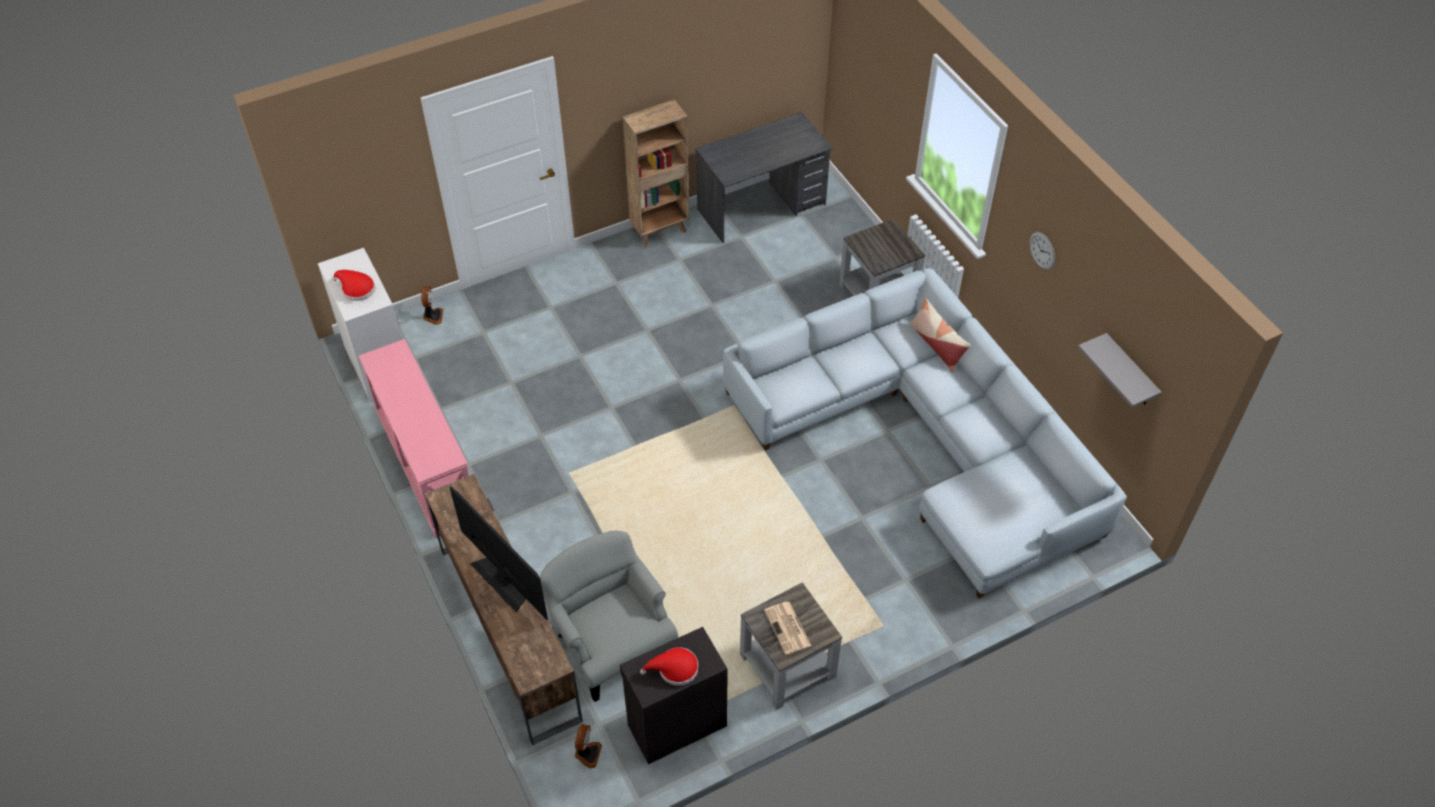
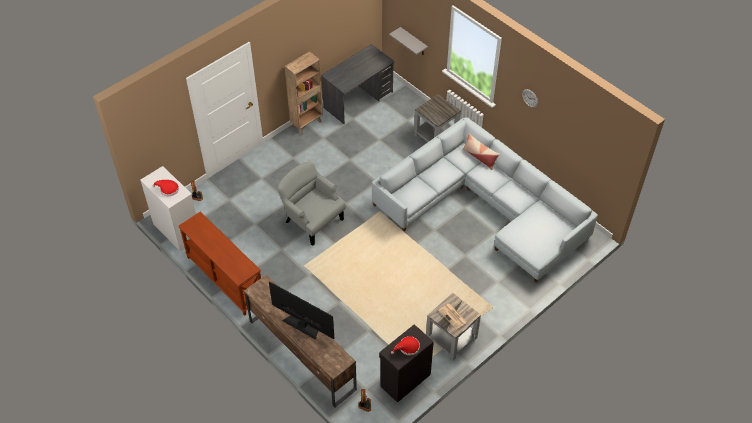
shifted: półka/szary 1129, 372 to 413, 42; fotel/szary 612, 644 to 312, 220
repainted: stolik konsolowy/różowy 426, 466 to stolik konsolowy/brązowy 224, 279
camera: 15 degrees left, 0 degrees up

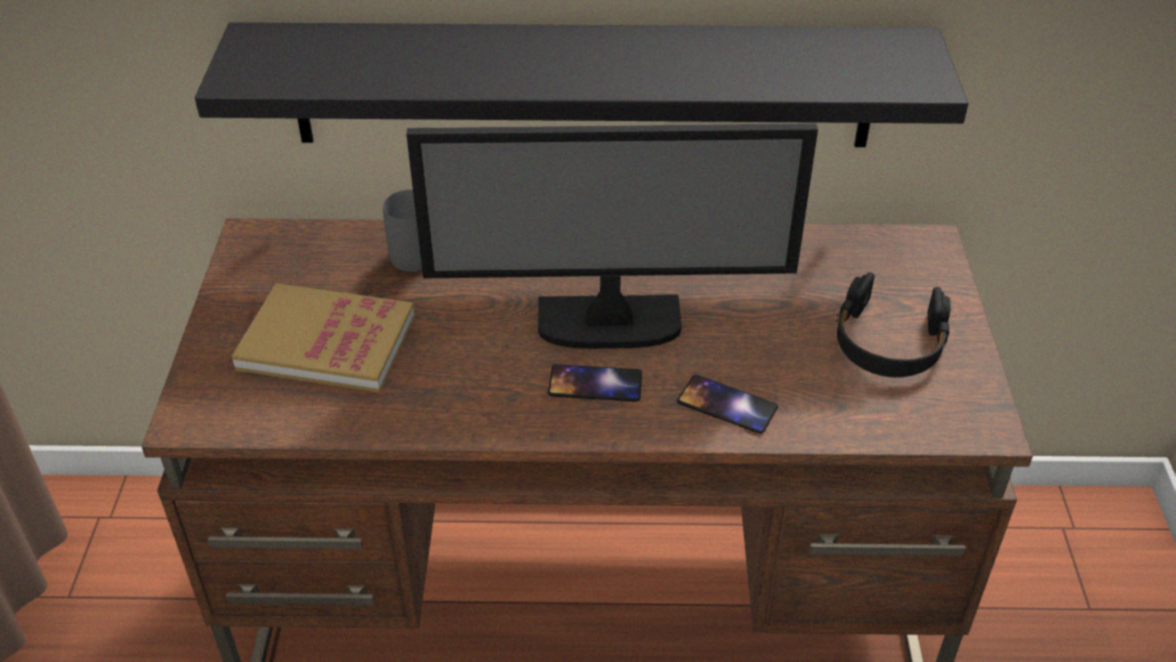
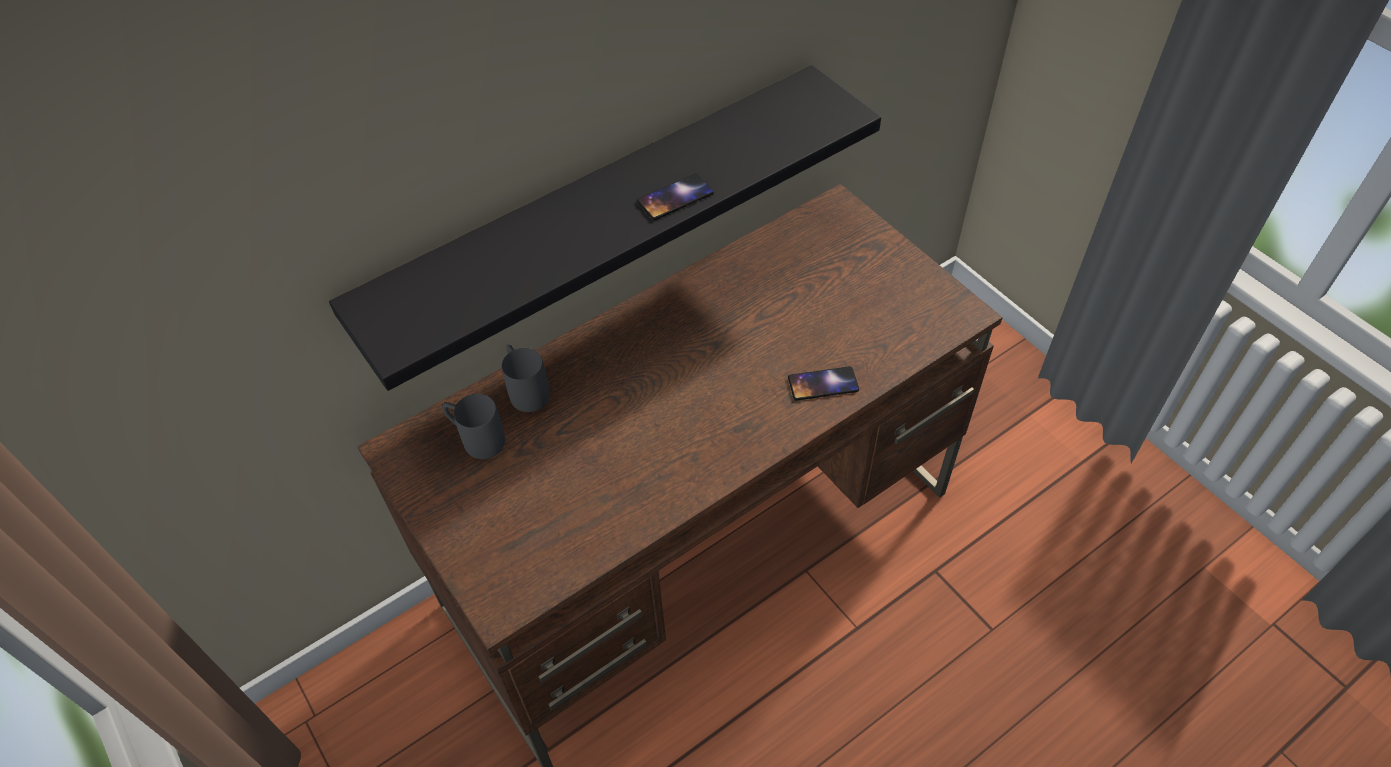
gone: monitor 609, 324; słuchawki/czarny 888, 341; książka 327, 342
new: kubek/szary 476, 439
shifted: telefon 595, 384 to 675, 197
camera: 35 degrees left, 10 degrees up

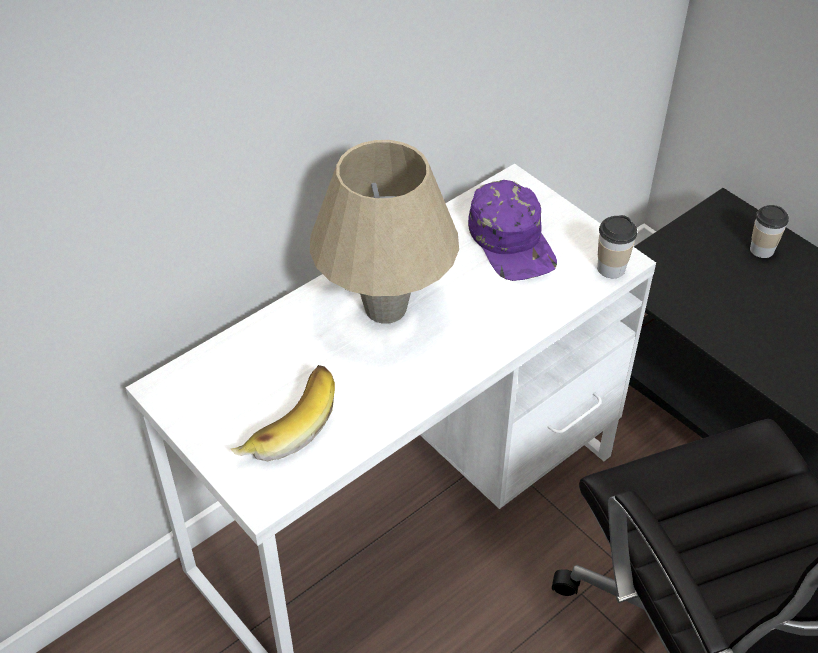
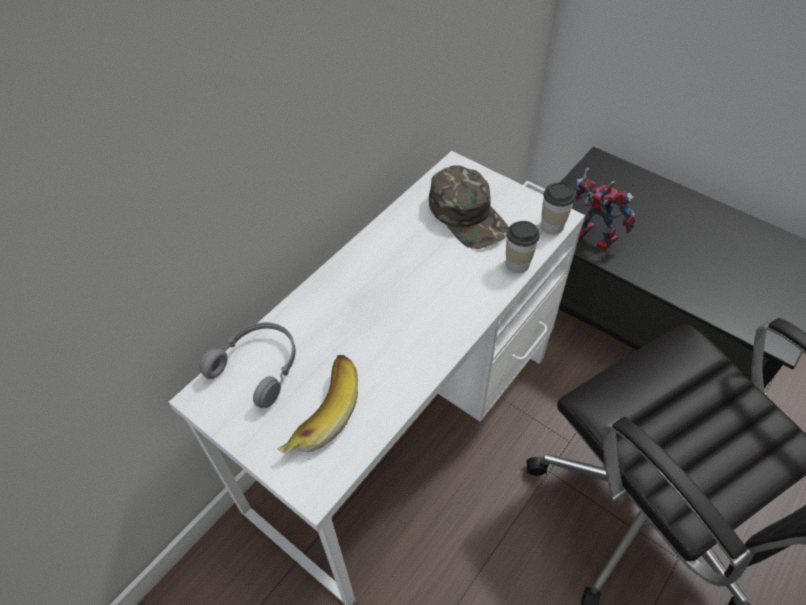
gone: lampa stołowa/beżowy 385, 308
new: robot zabawkowy 590, 236; słuchawki/szary 259, 366
shifted: filiżanka 762, 250 to 517, 264
repainted: czapka z daszkiem/fioletowy 512, 241 to czapka z daszkiem/zielony 468, 215
camera: 10 degrees left, 5 degrees up

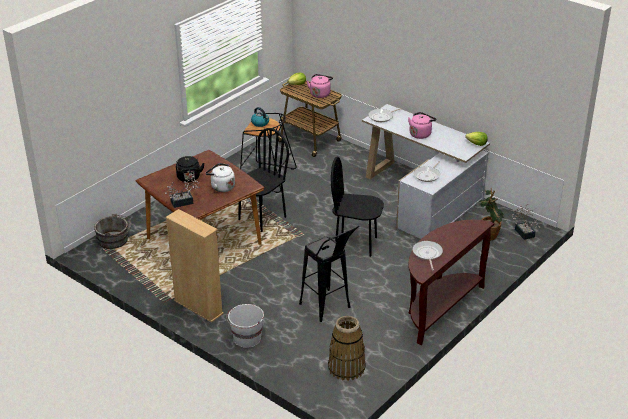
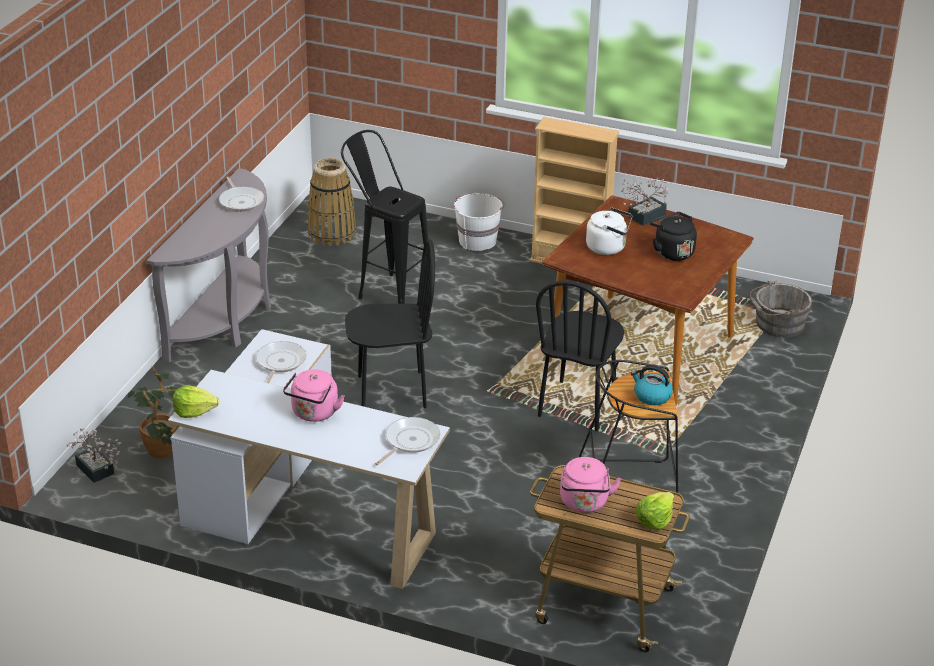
repainted: stolik konsolowy/brązowy 439, 308 to stolik konsolowy/szary 226, 320
camera: 160 degrees right, 0 degrees up

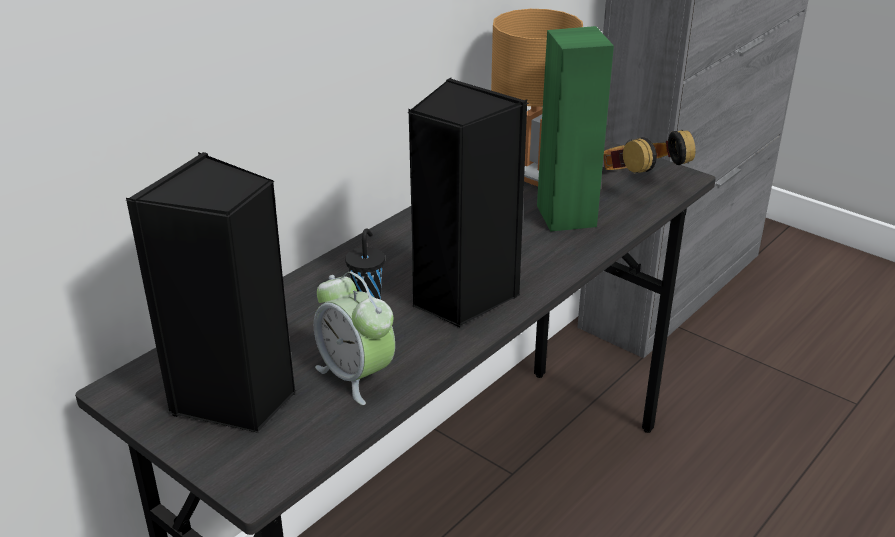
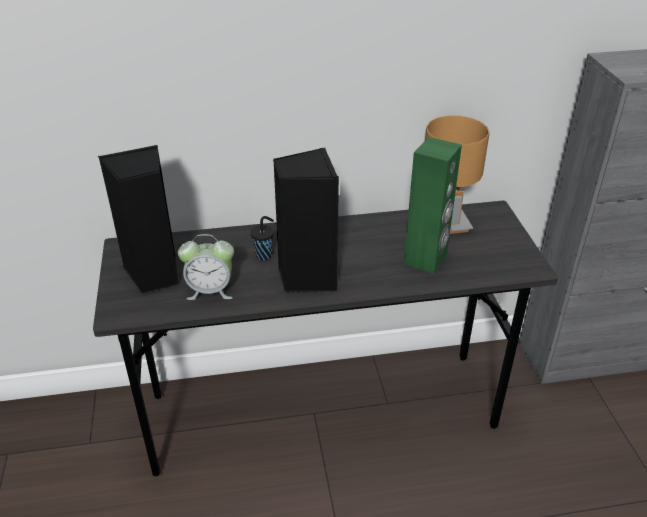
gone: słuchawki 639, 182
rotated: budzik 356, 376 = 210, 290 90 degrees counterclockwise
camera: 40 degrees right, 5 degrees up

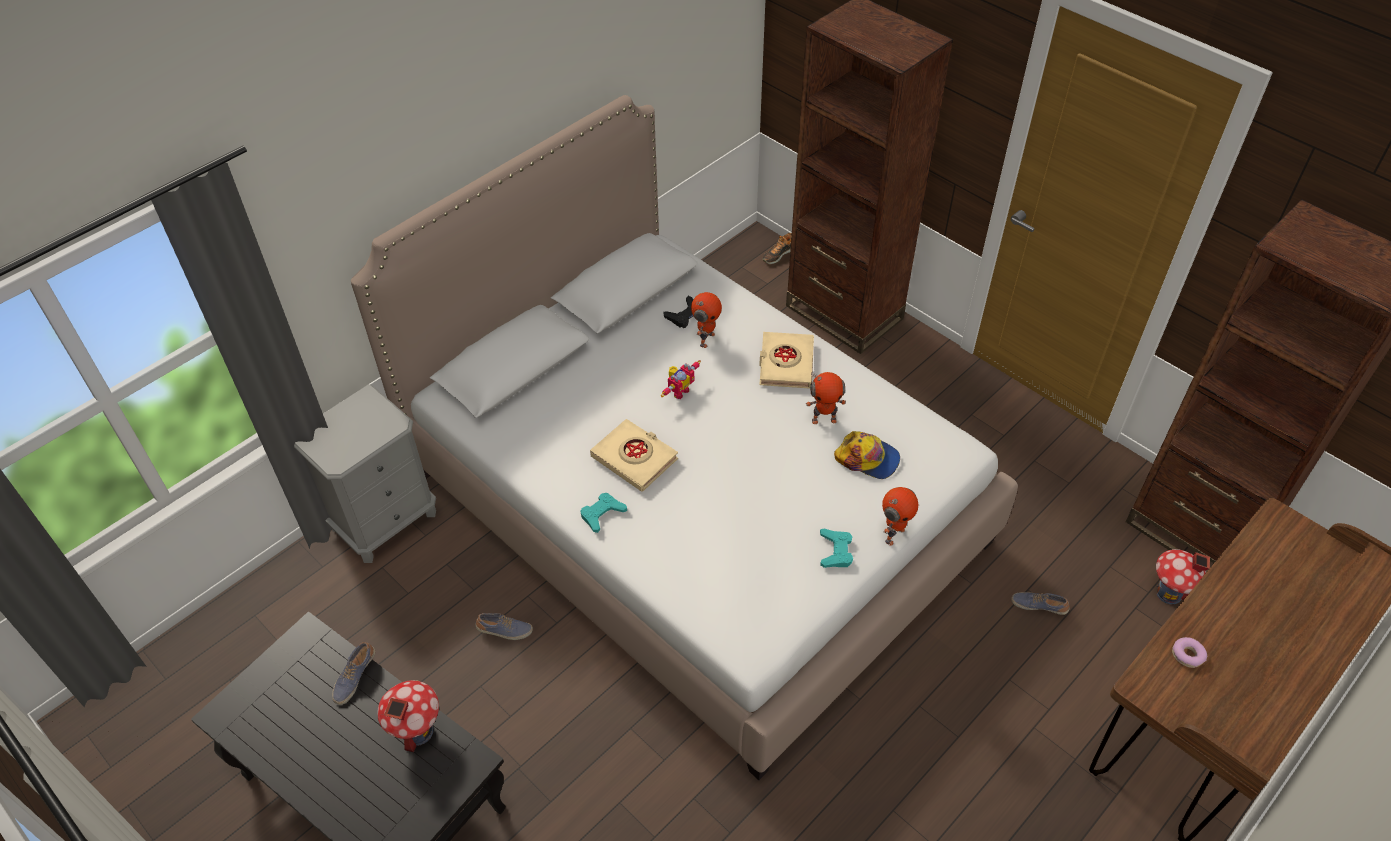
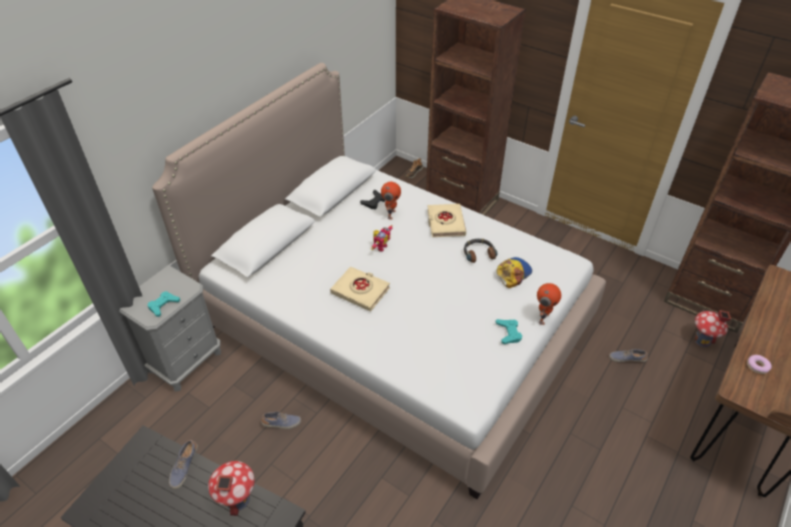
shifted: pad do gier/turkusowy 602, 514 to 163, 305
swapped: robot zabawkowy 824, 419 to słuchawki 478, 253
rotated: czapka z daszkiem 868, 458 = 513, 273 60 degrees counterclockwise
camera: 10 degrees left, 5 degrees down

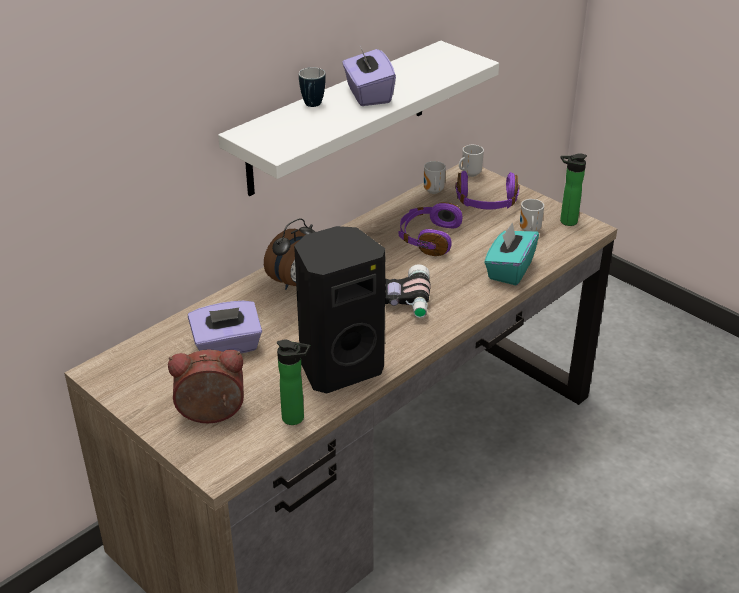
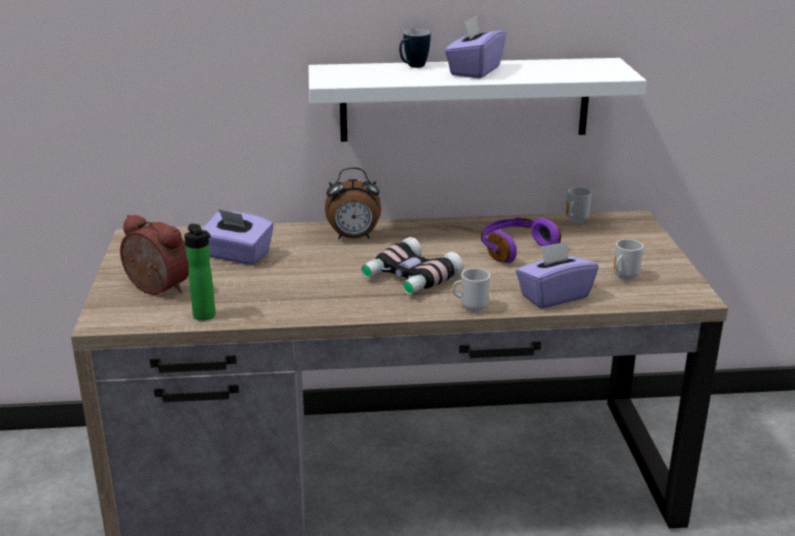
gone: butelka 566, 221; słuchawki/fioletowy 486, 203; głośnik/czarny 339, 367
shifted: kubek 469, 174 to 472, 307
repainted: pudełko chusteczek/turkusowy 509, 270 to pudełko chusteczek/fioletowy 554, 296
camera: 40 degrees right, 10 degrees down

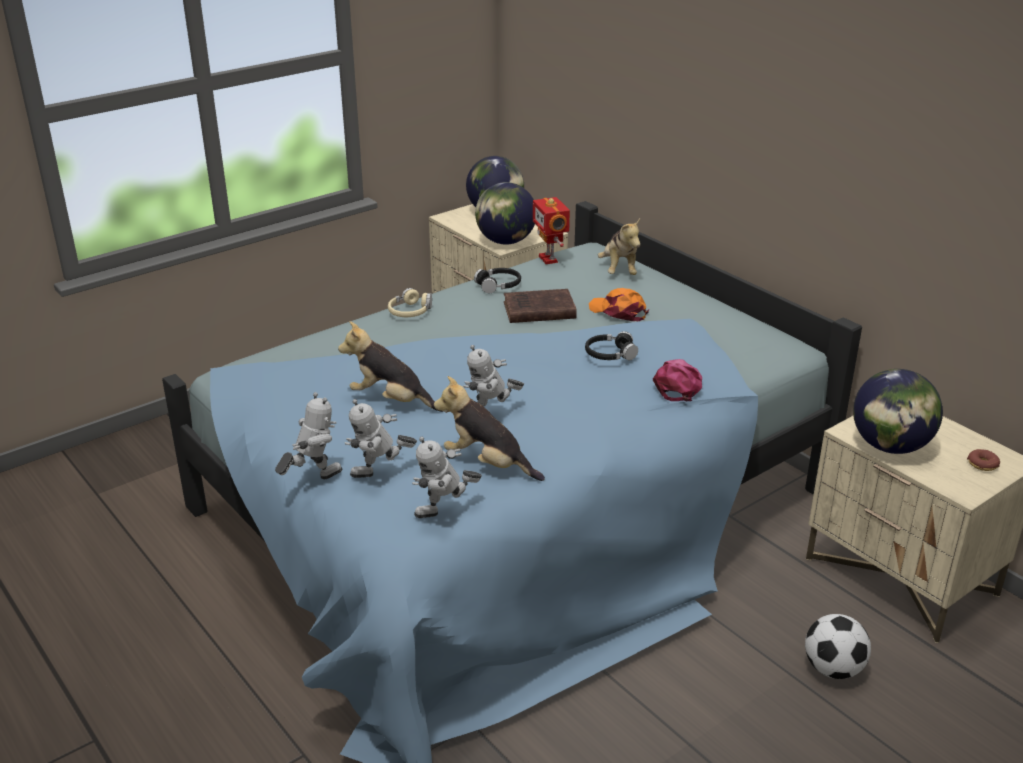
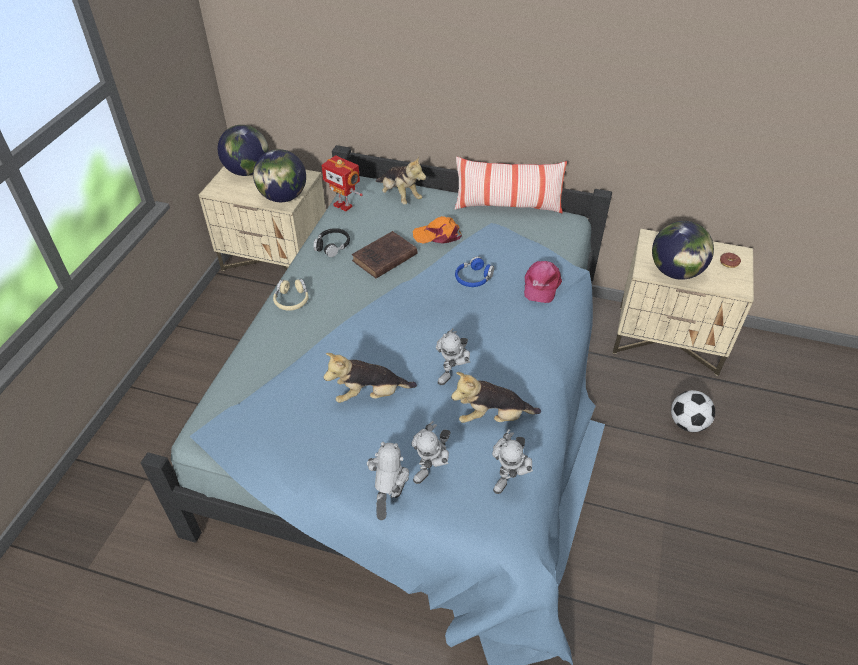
new: poduszka 507, 206
repainted: słuchawki/czarny 610, 354 to słuchawki/niebieski 473, 278
rotated: czapka z daszkiem/różowy 679, 385 = 541, 285 150 degrees counterclockwise
camera: 35 degrees left, 15 degrees up

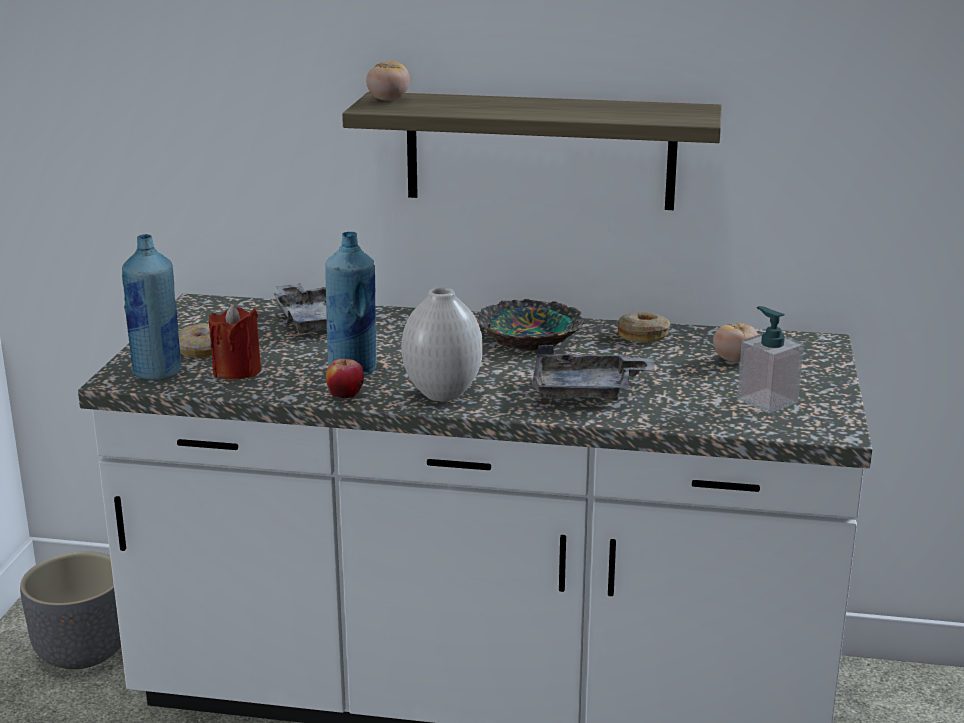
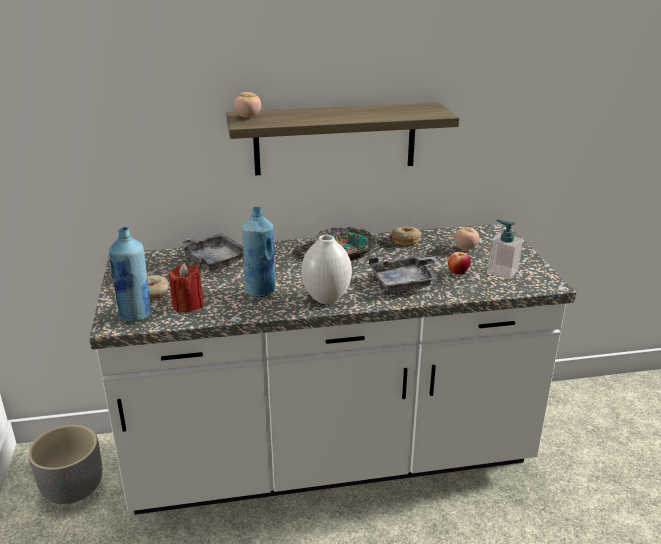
shifted: jabłko 345, 396 to 458, 273
camera: 20 degrees left, 5 degrees up

